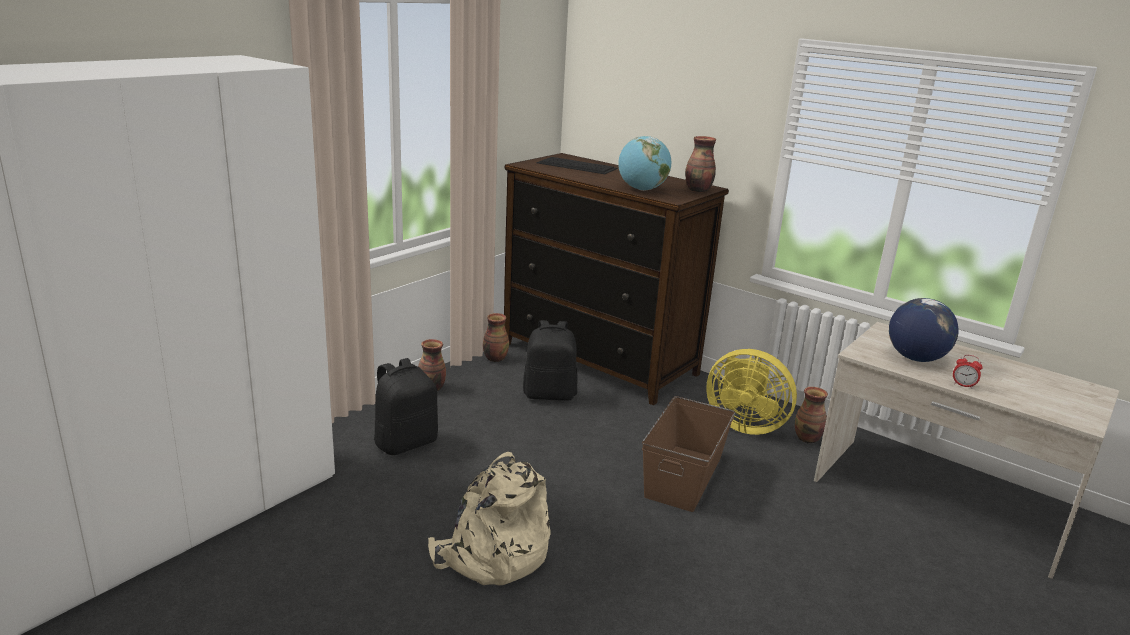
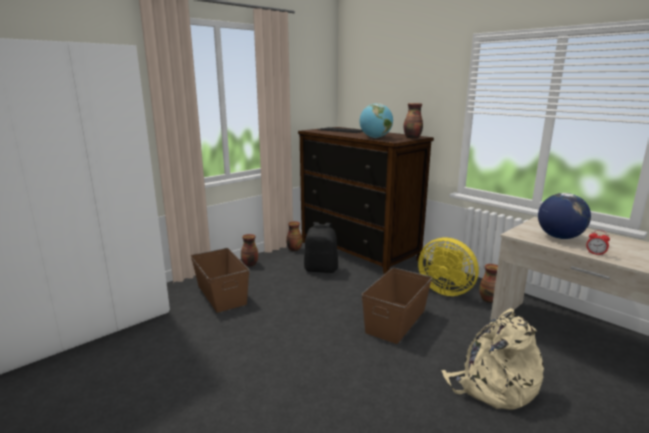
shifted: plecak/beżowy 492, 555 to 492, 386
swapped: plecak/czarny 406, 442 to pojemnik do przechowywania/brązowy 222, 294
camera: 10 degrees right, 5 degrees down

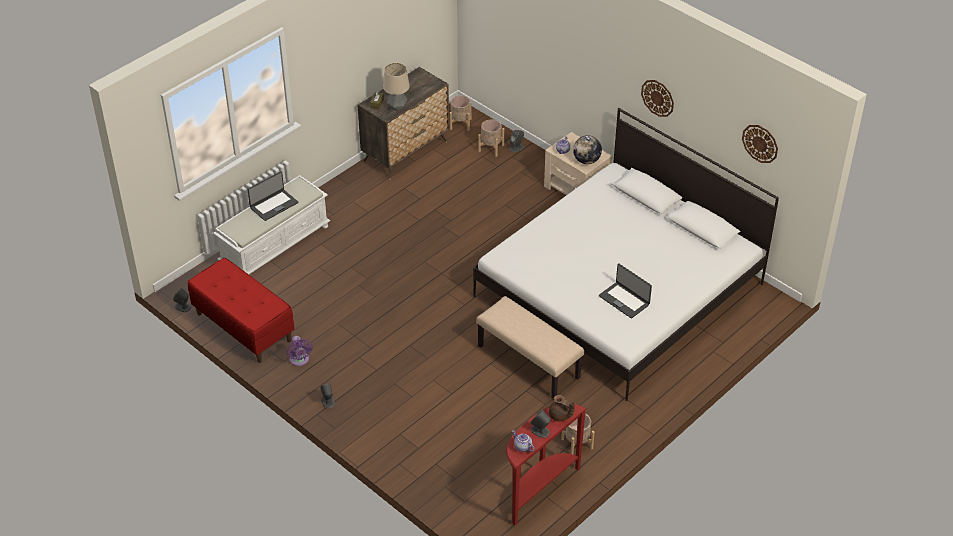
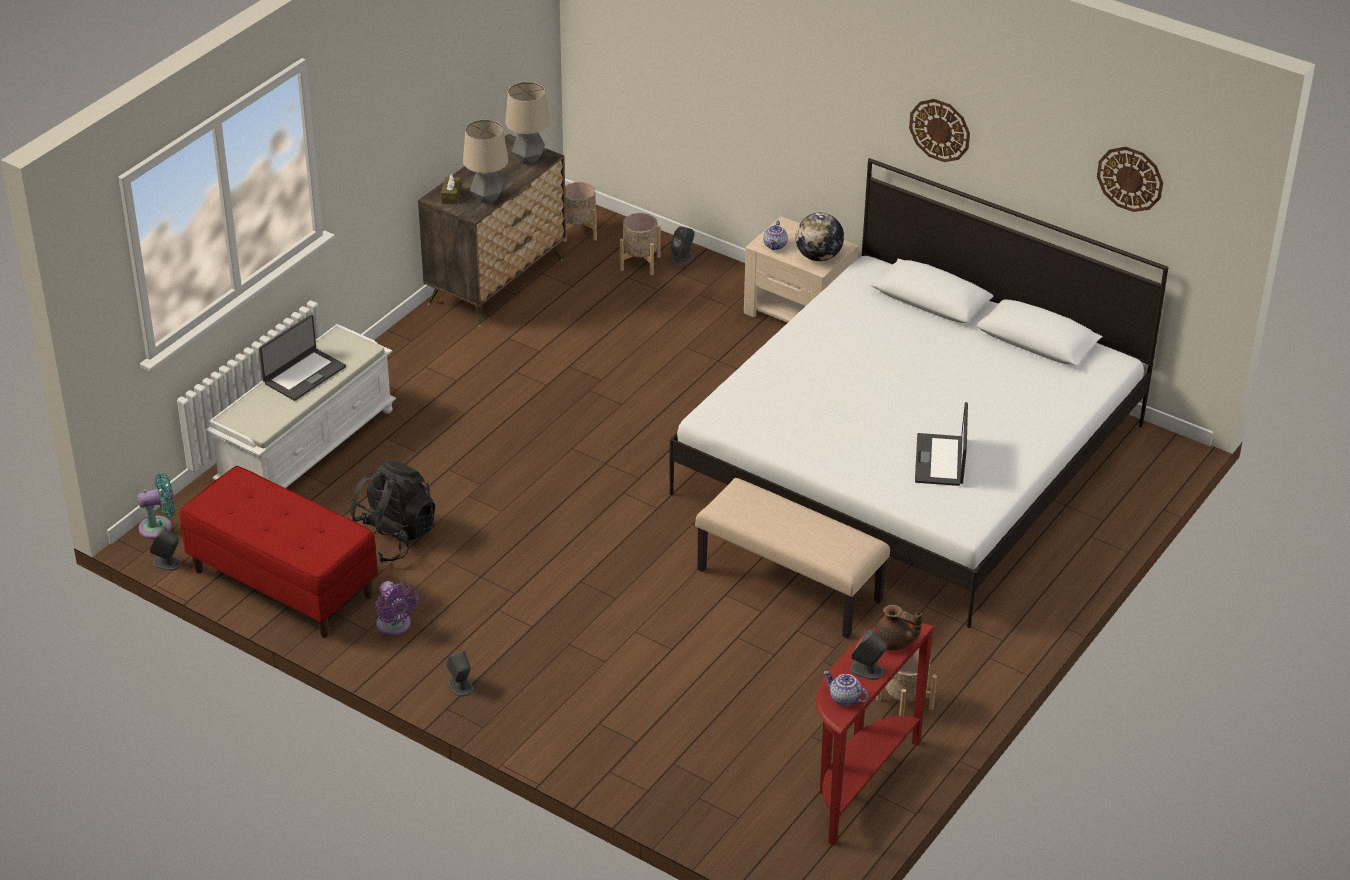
new: lampa stołowa 528, 159; plecak/czarny 392, 538; wentylator/turkusowy 159, 527
rotated: laptop 624, 300 = 941, 460 60 degrees clockwise
camera: 10 degrees left, 5 degrees down

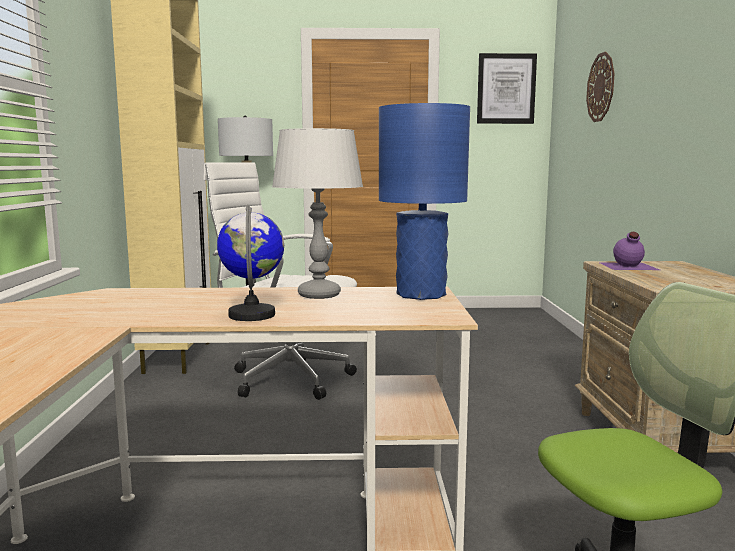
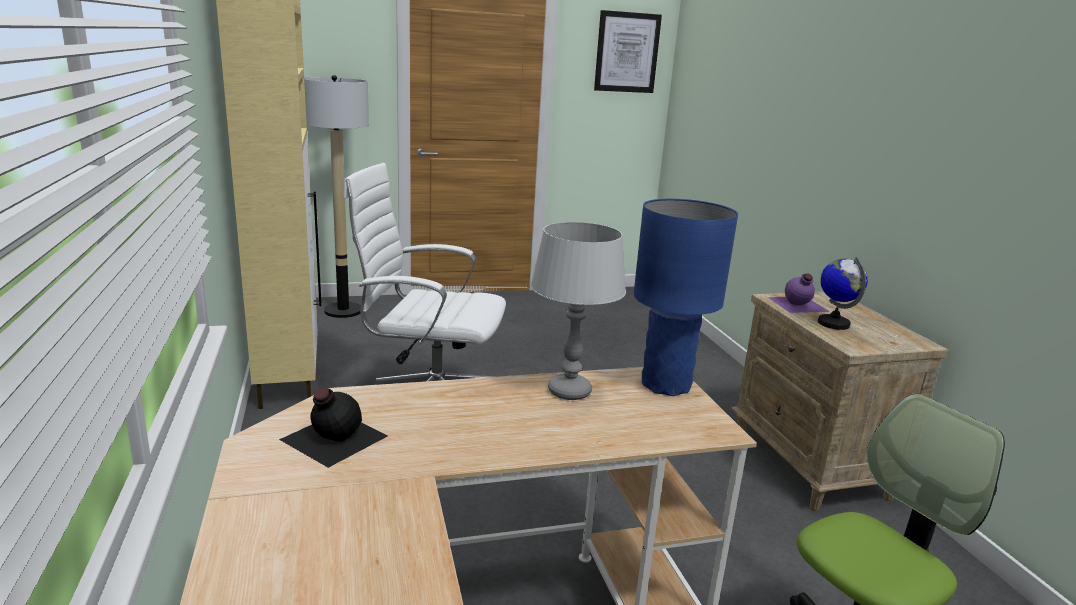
gone: zegar ścienny 601, 87
new: butelka/czarny 332, 437
shifted: globus 252, 315 to 833, 323
camera: 15 degrees left, 10 degrees up

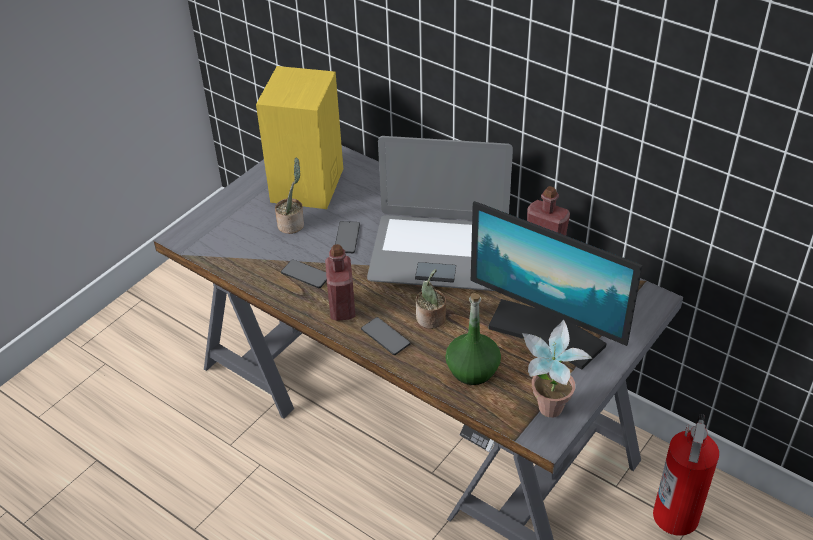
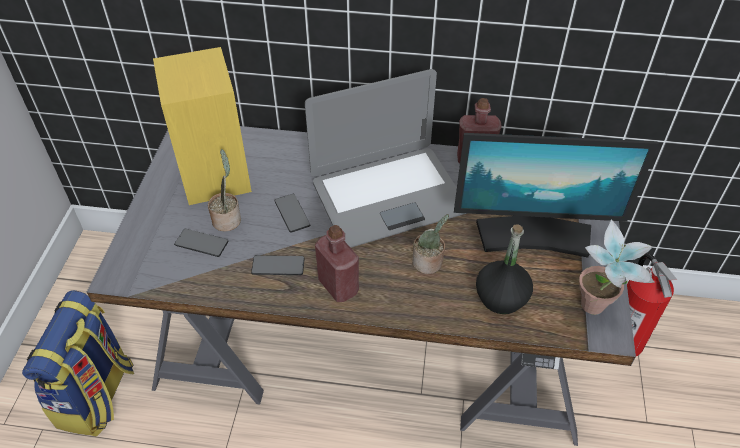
new: plecak 97, 396
shifted: telefon 385, 337 to 201, 243
repainted: butelka/zielony 472, 369 to butelka/czarny 501, 297
camera: 30 degrees left, 5 degrees up

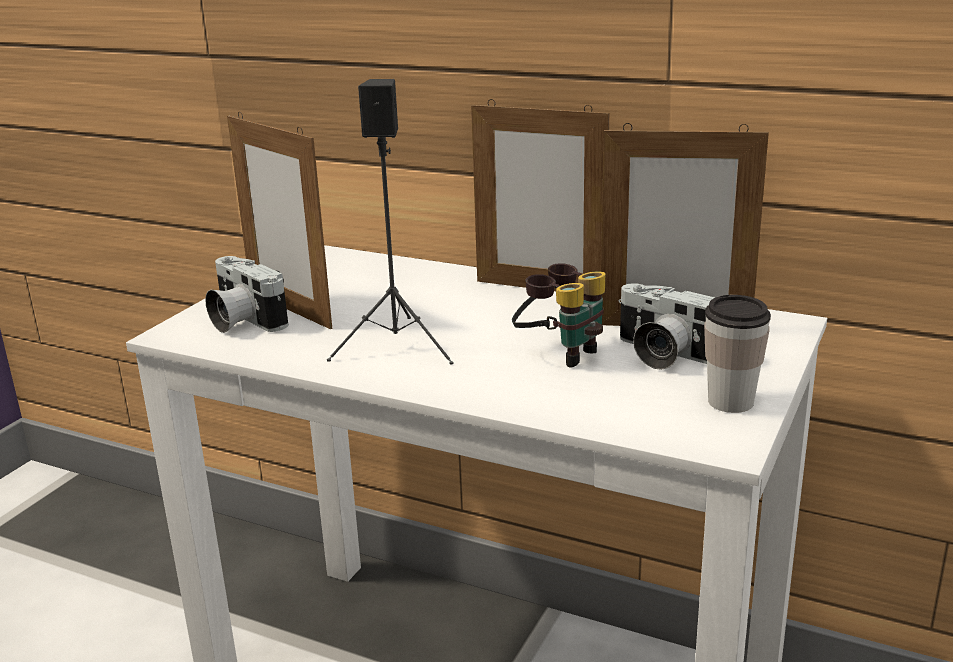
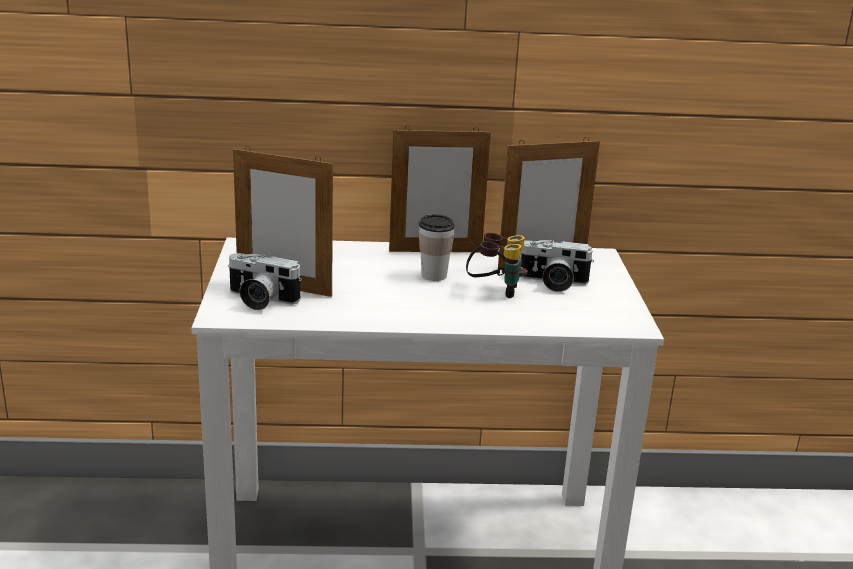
gone: głośnik/czarny 398, 346
shifted: filiżanka 730, 401 to 434, 275
camera: 30 degrees left, 0 degrees up

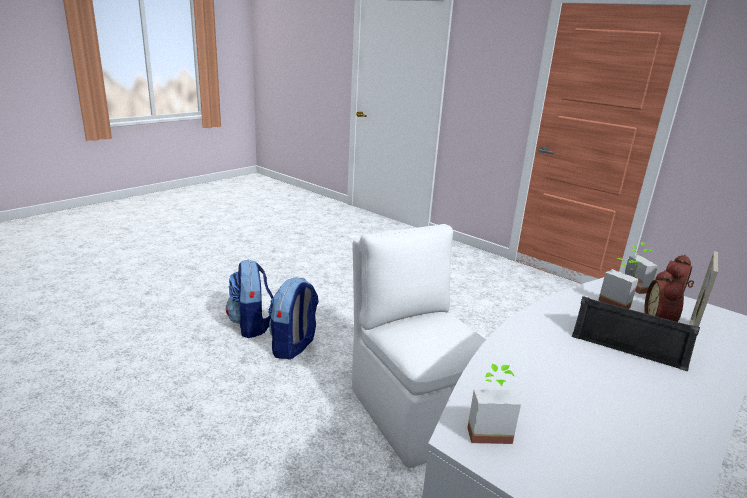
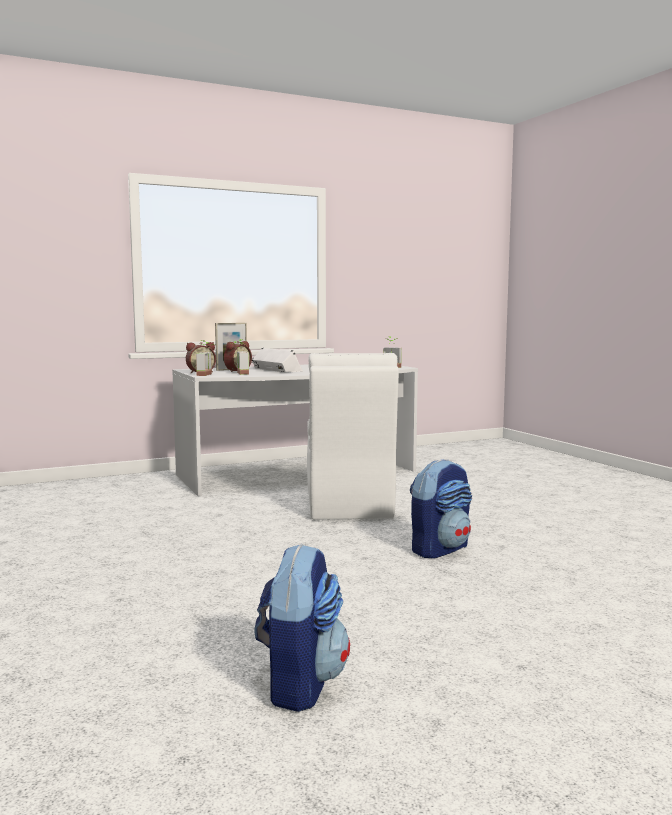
shifted: plecak 252, 325 to 300, 684
repainted: głośnik/czarny 629, 342 to głośnik/biały 275, 370
camera: 155 degrees left, 15 degrees down

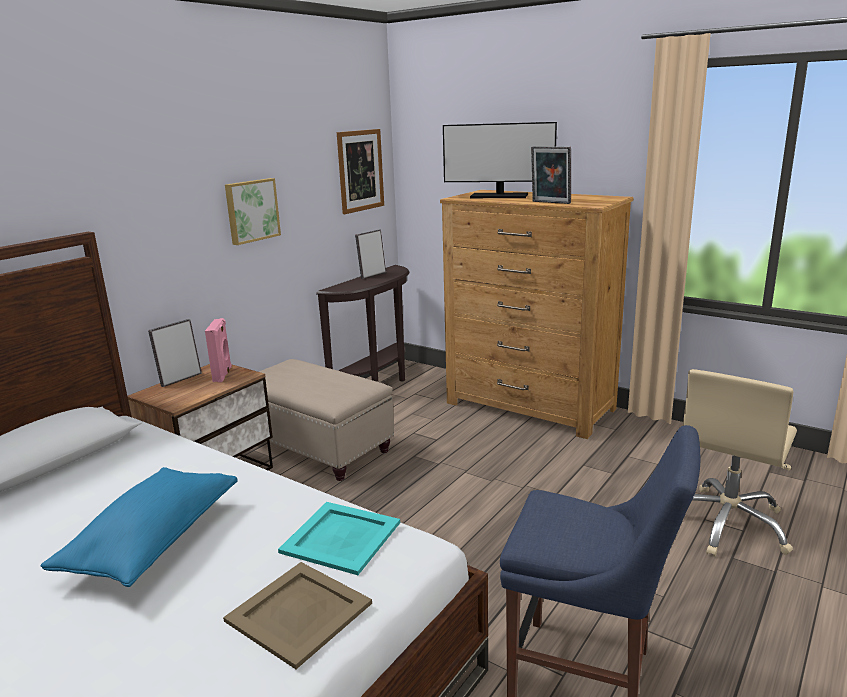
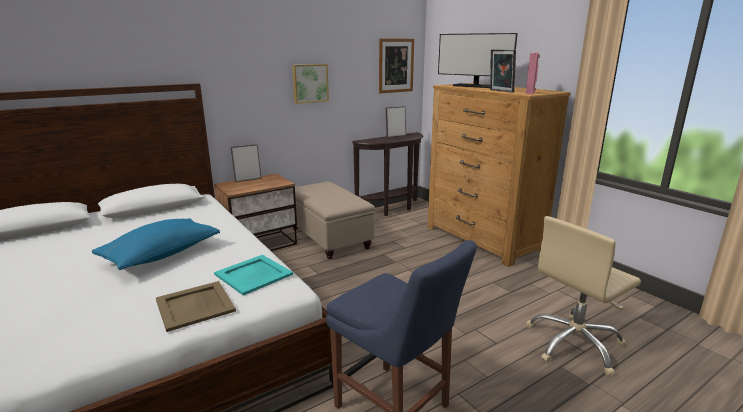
shifted: głośnik/różowy 223, 374 to 530, 92
camera: 20 degrees right, 0 degrees up

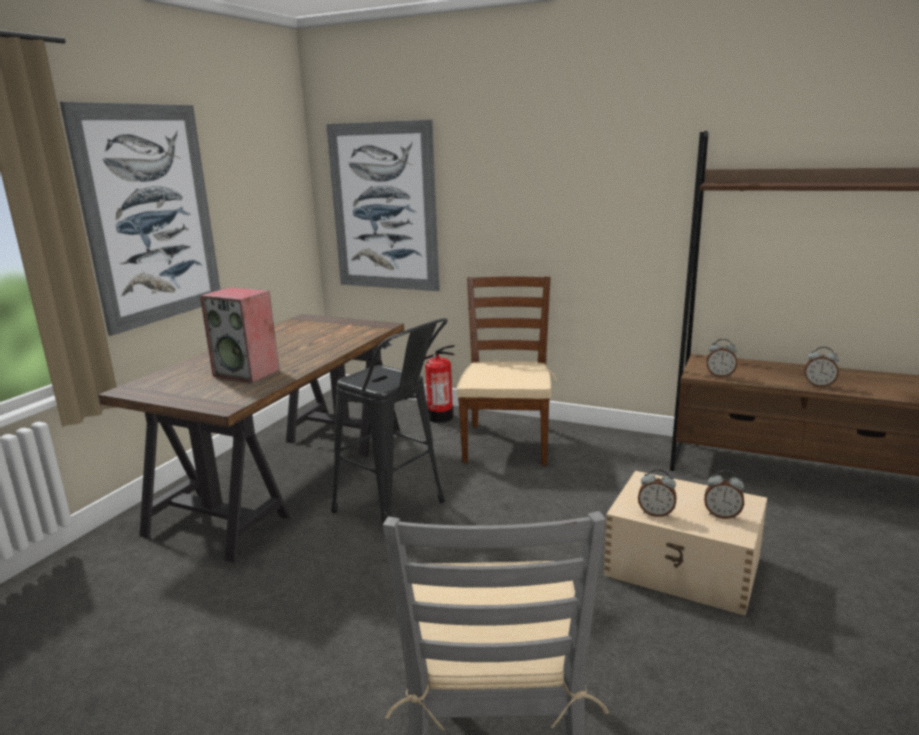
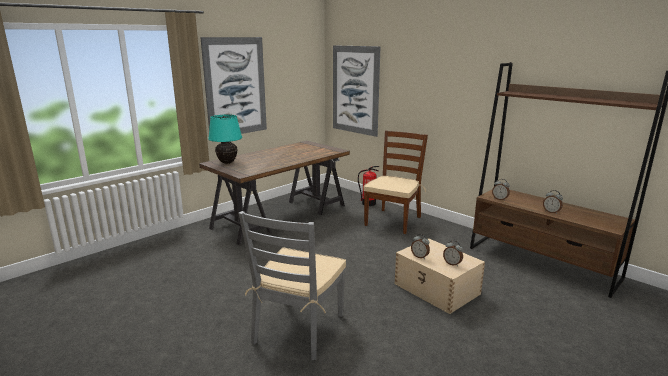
gone: głośnik 247, 373; stołek/czarny 397, 511
new: lampa stołowa/turkusowy 227, 162
camera: 20 degrees right, 0 degrees up

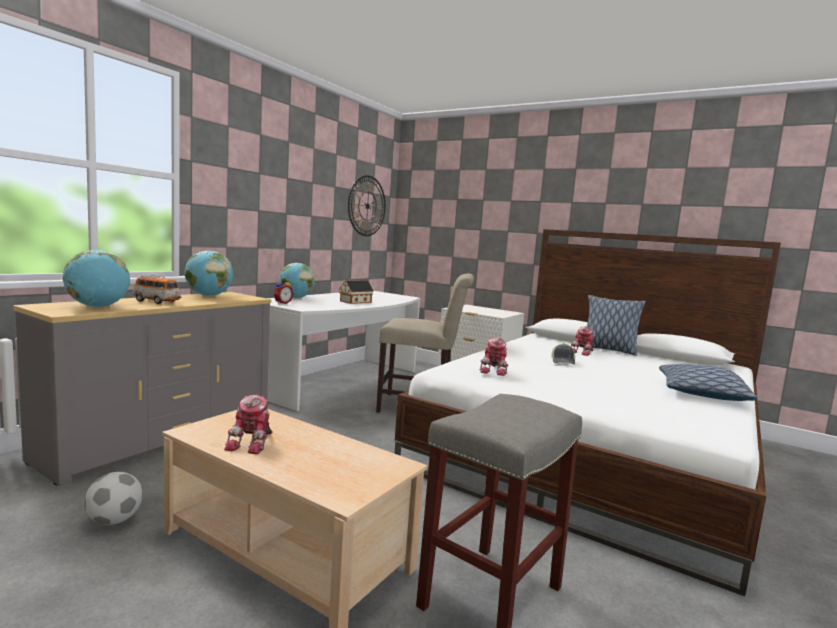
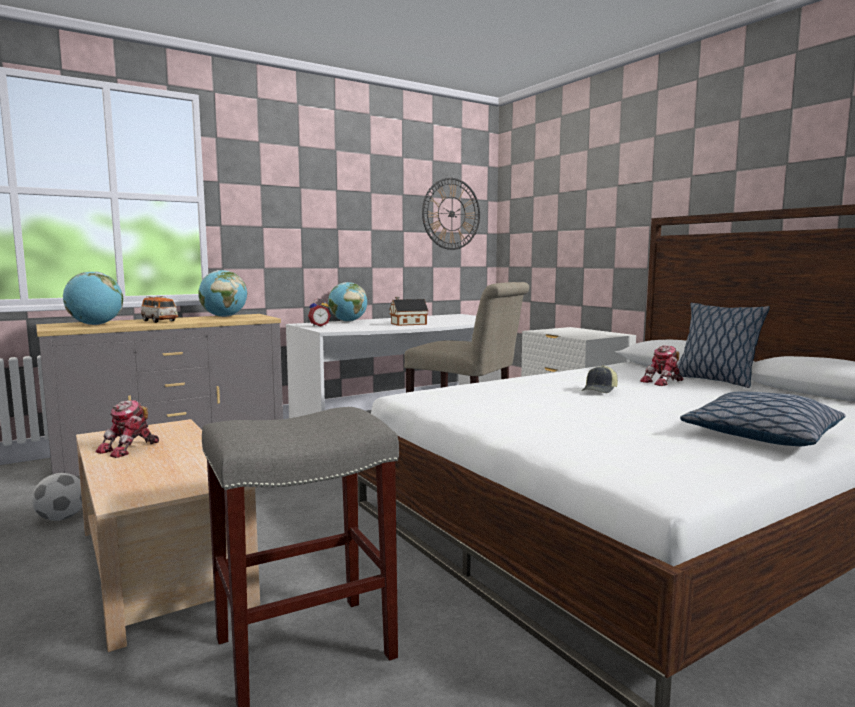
gone: robot zabawkowy 494, 370
camera: 25 degrees right, 0 degrees up

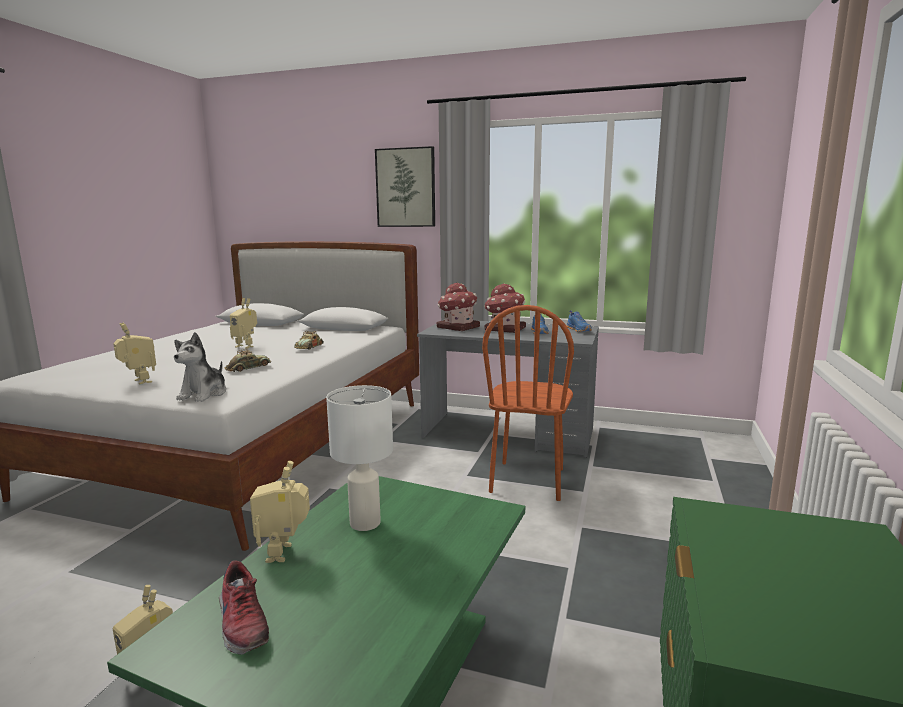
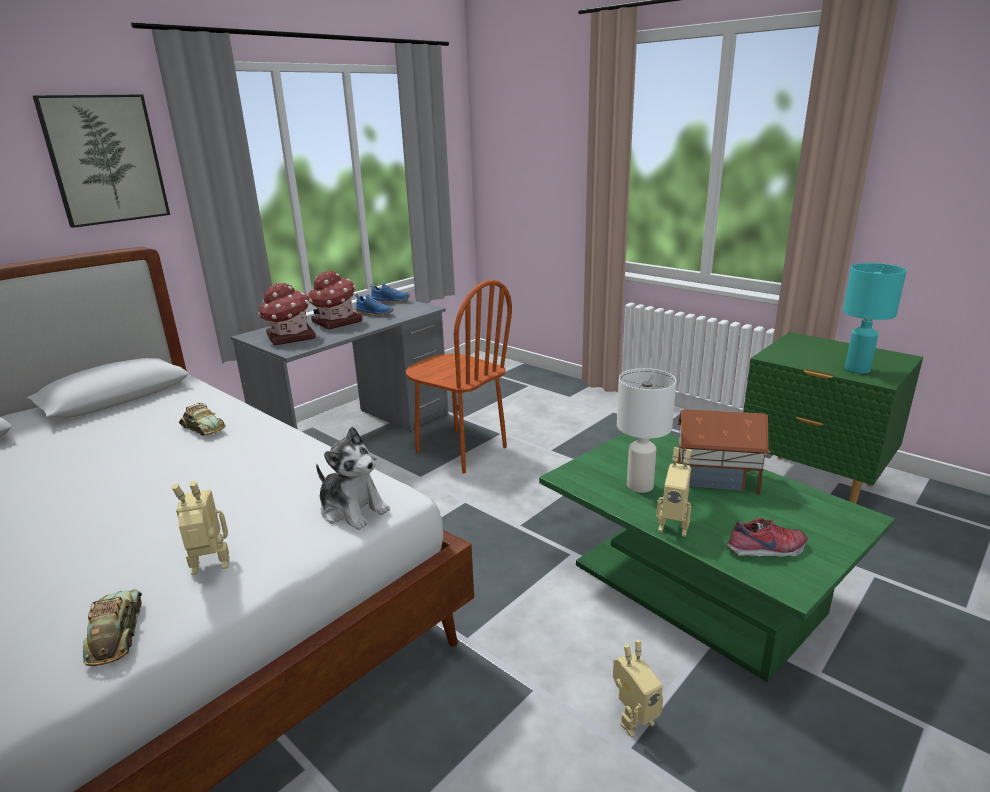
gone: robot zabawkowy 246, 346
new: lampa stołowa/turkusowy 857, 370; domek 716, 479
shifted: samochodzik 248, 368 to 116, 632
camera: 65 degrees left, 10 degrees up

